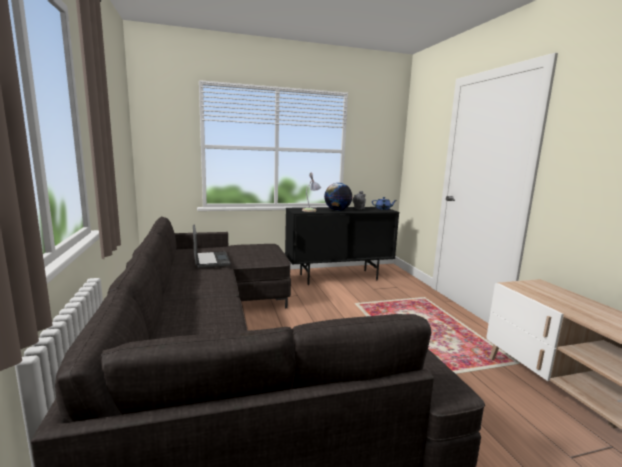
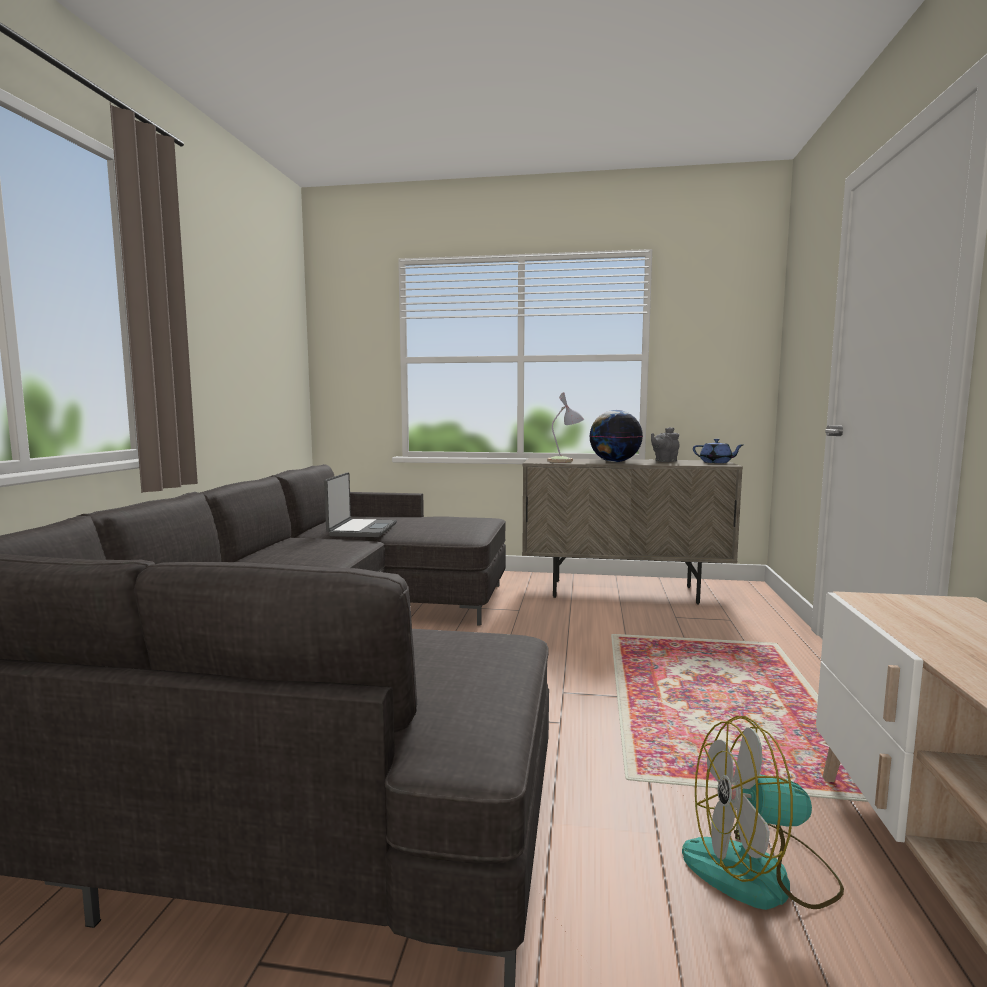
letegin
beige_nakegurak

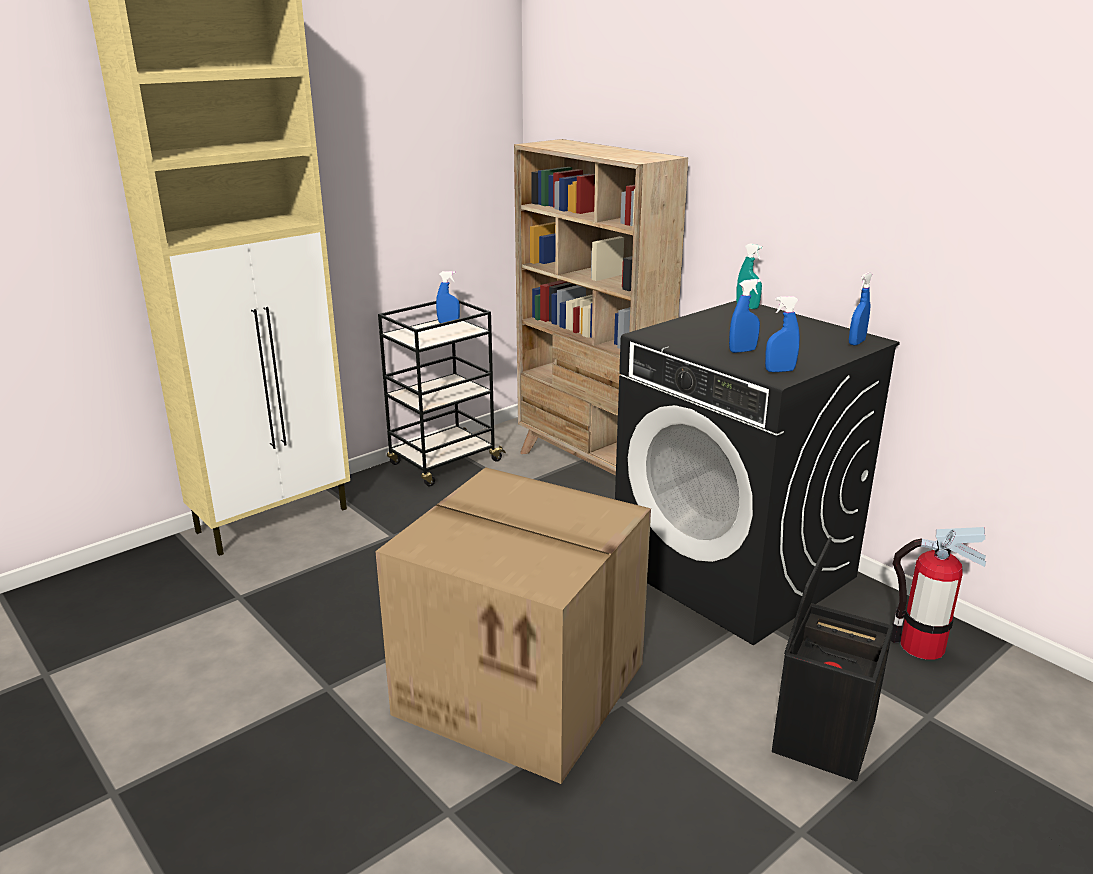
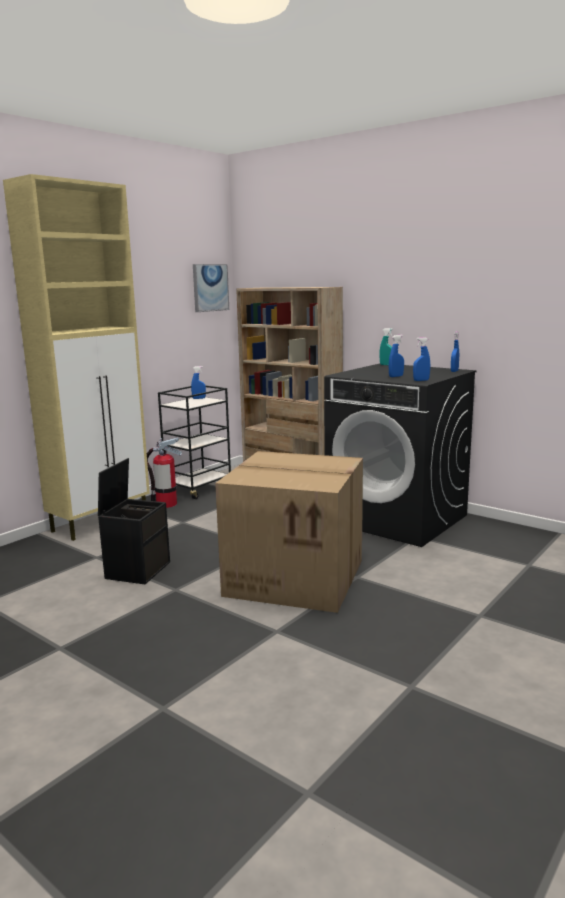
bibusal
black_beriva
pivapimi

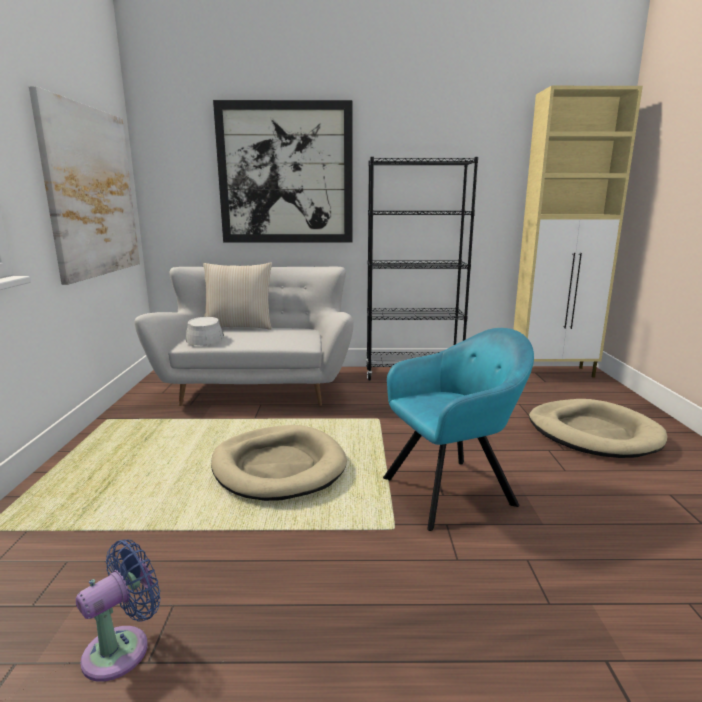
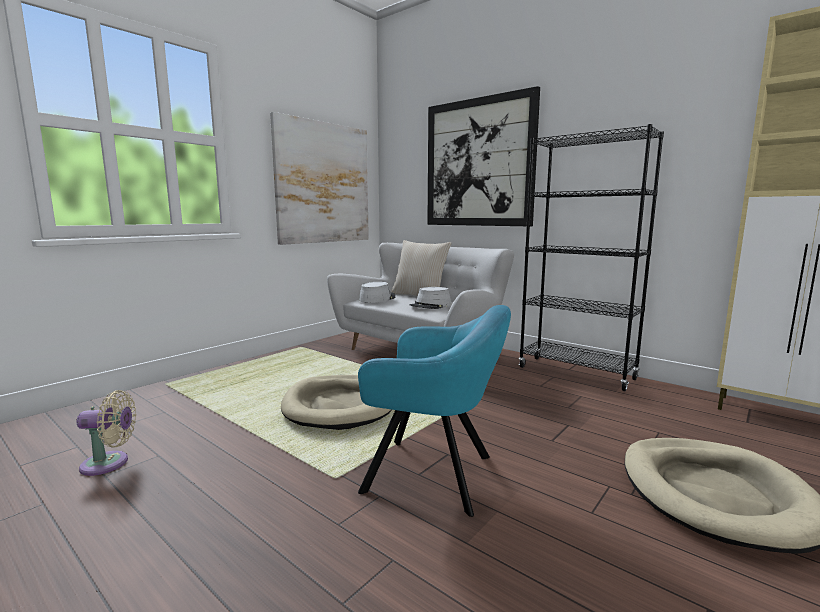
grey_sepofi (2nd from left)
beige_letegin

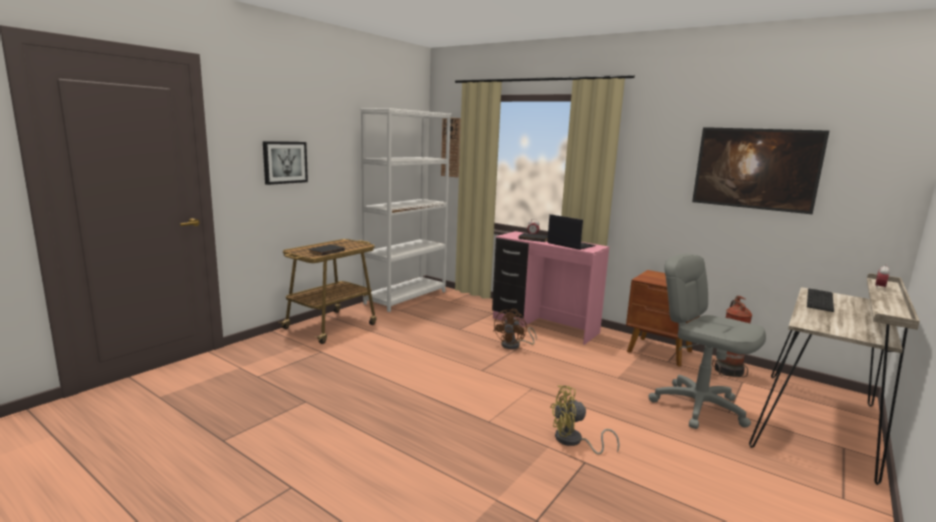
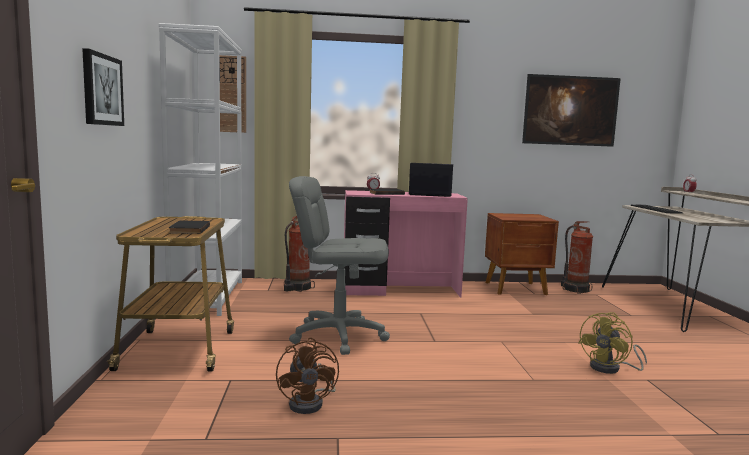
pivapimi (1st from left)
brown_letegin
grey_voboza

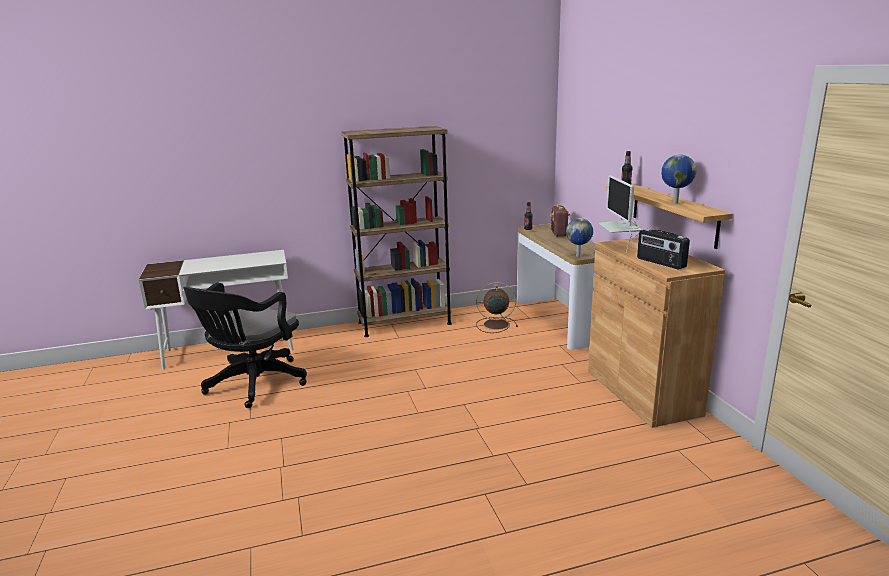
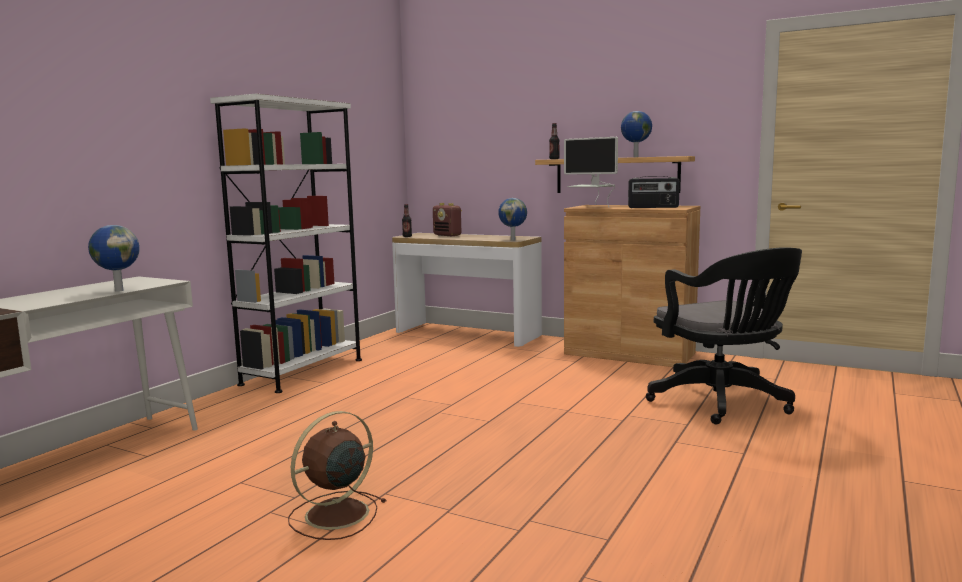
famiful (1st from left)
black_voboza
brown_letegin
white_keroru

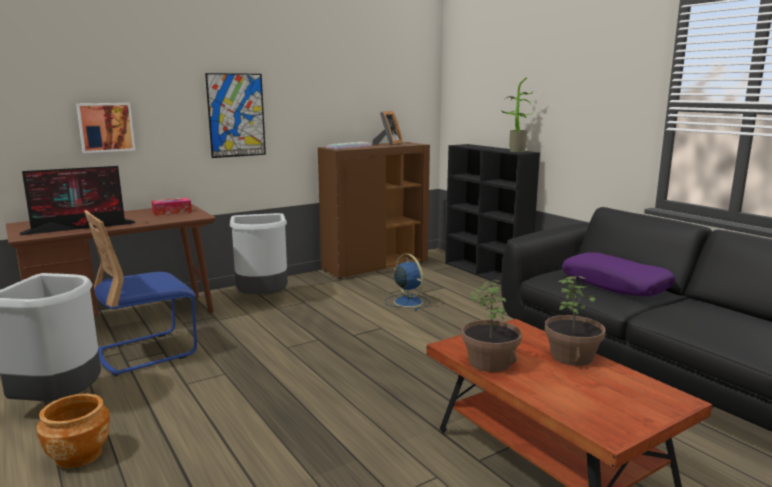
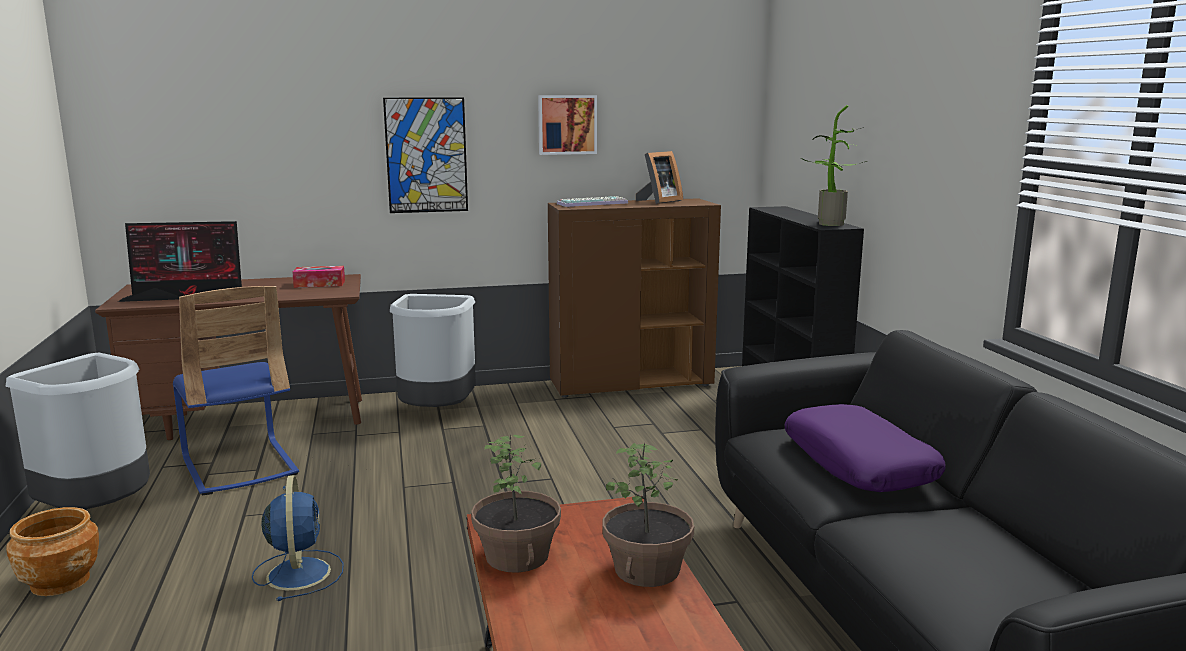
bibusal (2nd from left)
blue_letegin
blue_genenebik

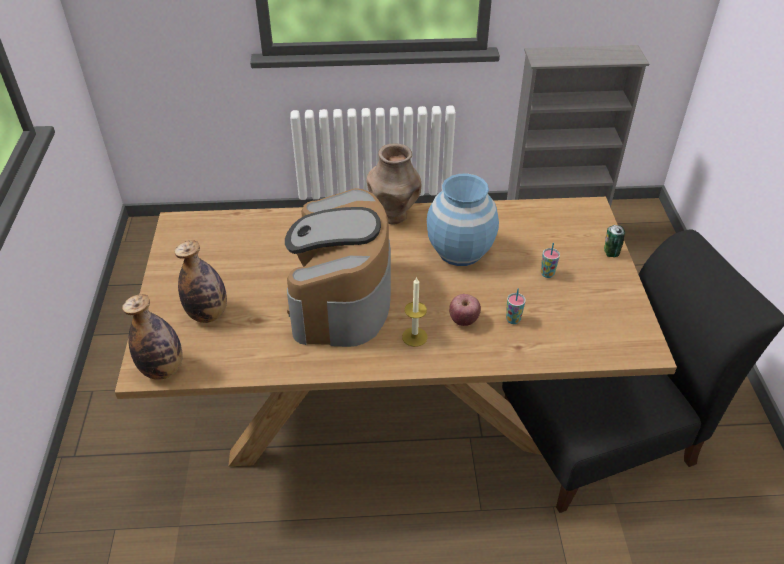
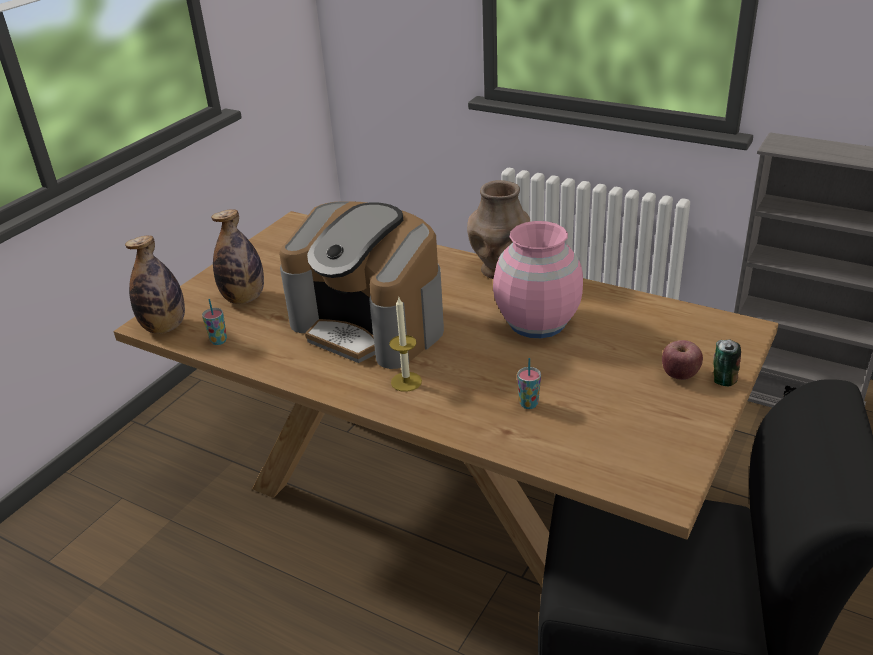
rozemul
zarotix (1st from left)
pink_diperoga
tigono

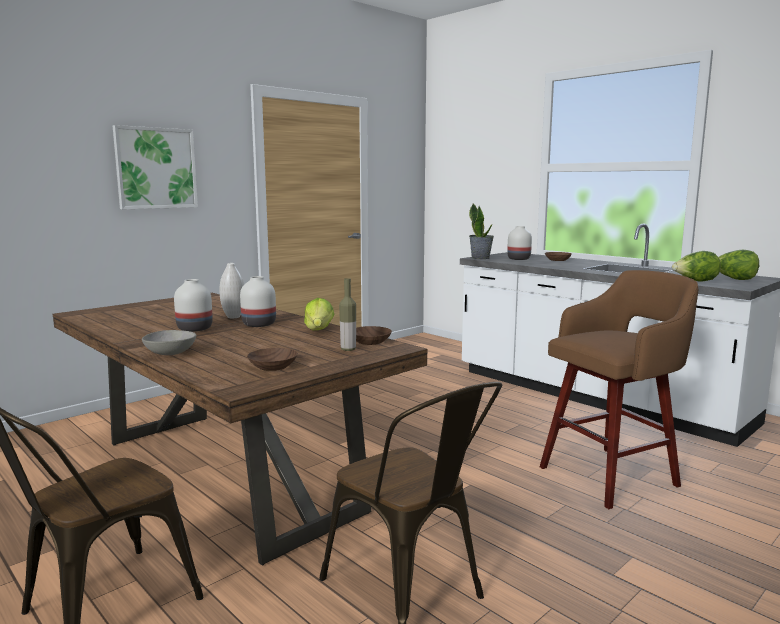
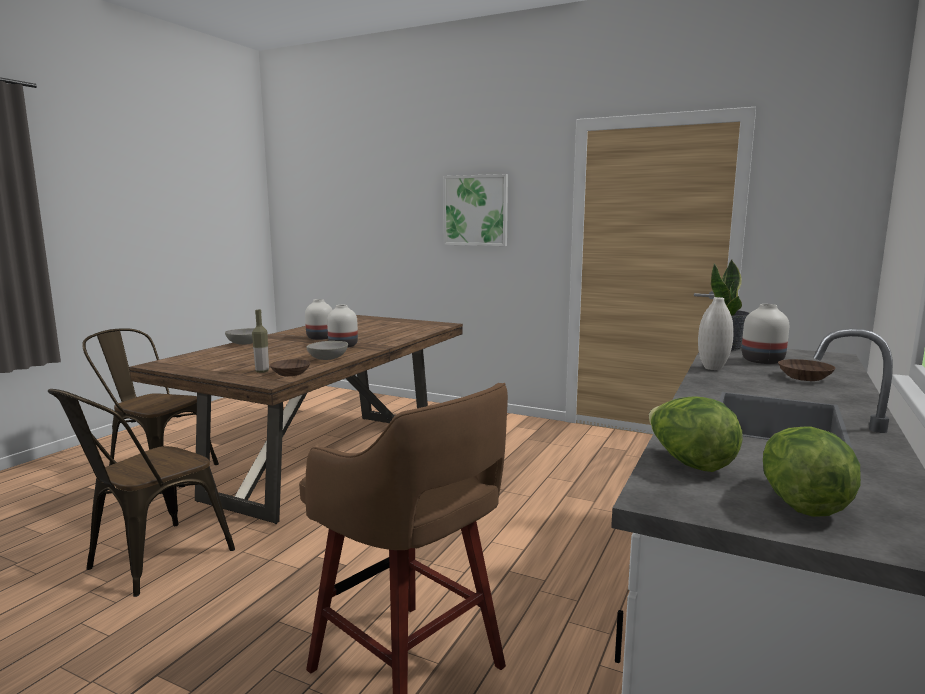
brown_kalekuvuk (1st from left in the first image)
white_diperoga (3rd from left)
grey_kalekuvuk (2nd from left)

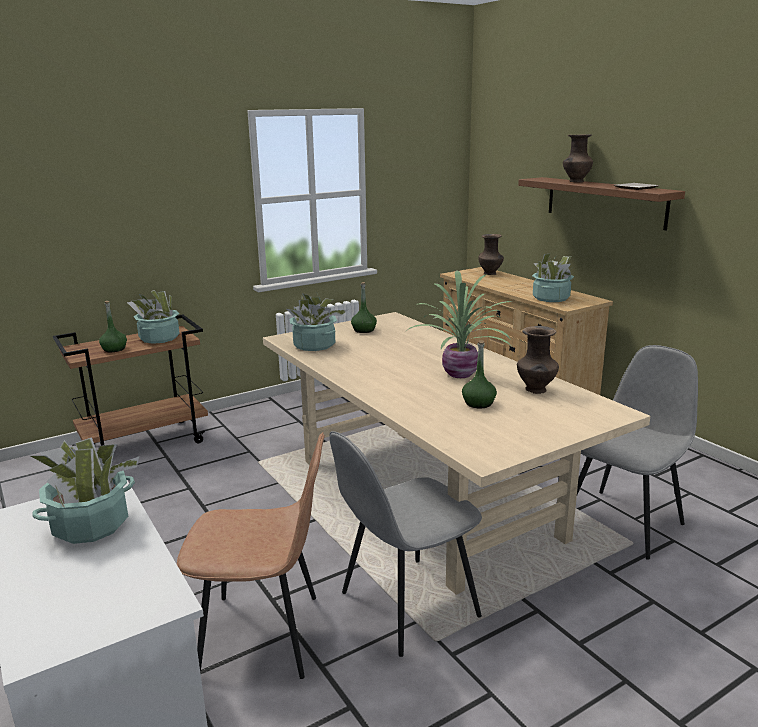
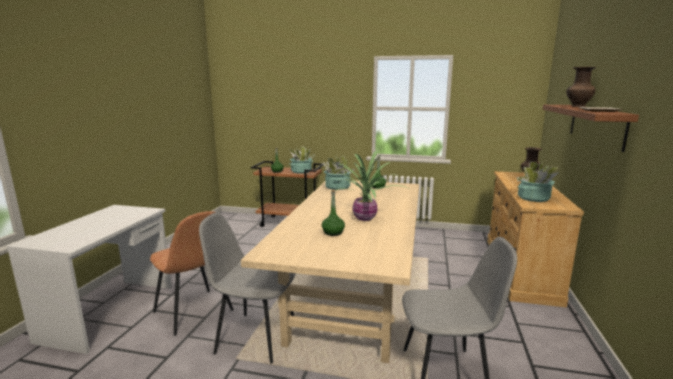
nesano (1st from left in the first image)
brown_diperoga (2nd from left in the first image)

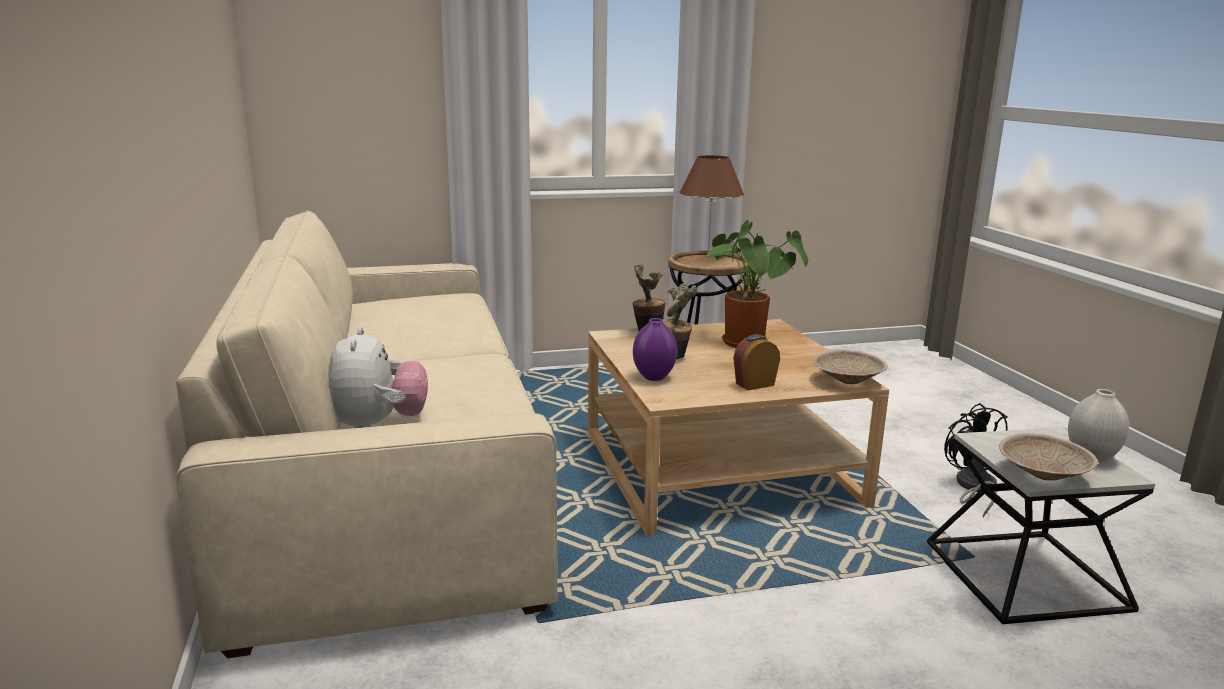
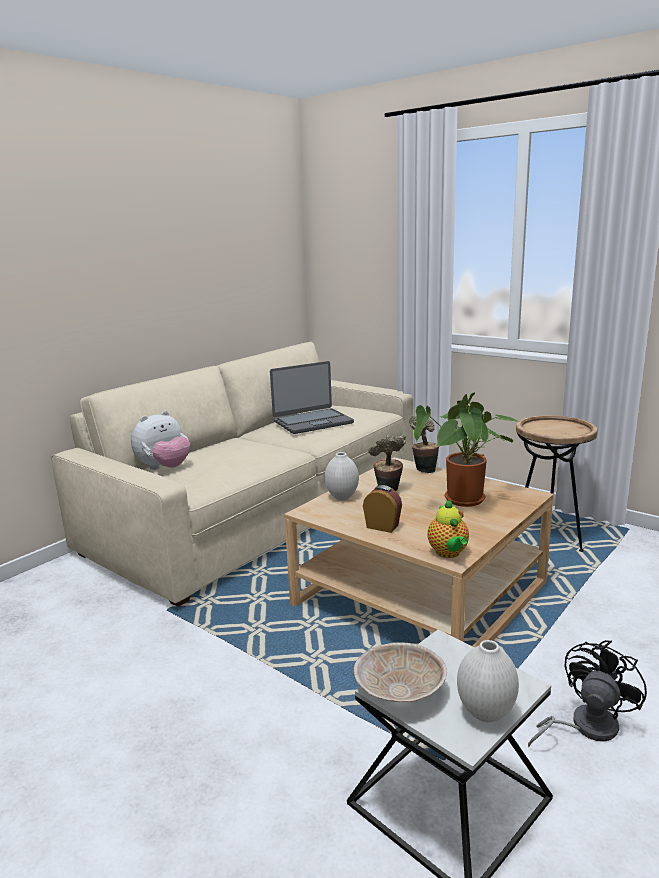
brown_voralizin
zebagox
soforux
white_diperoga (1st from left)

